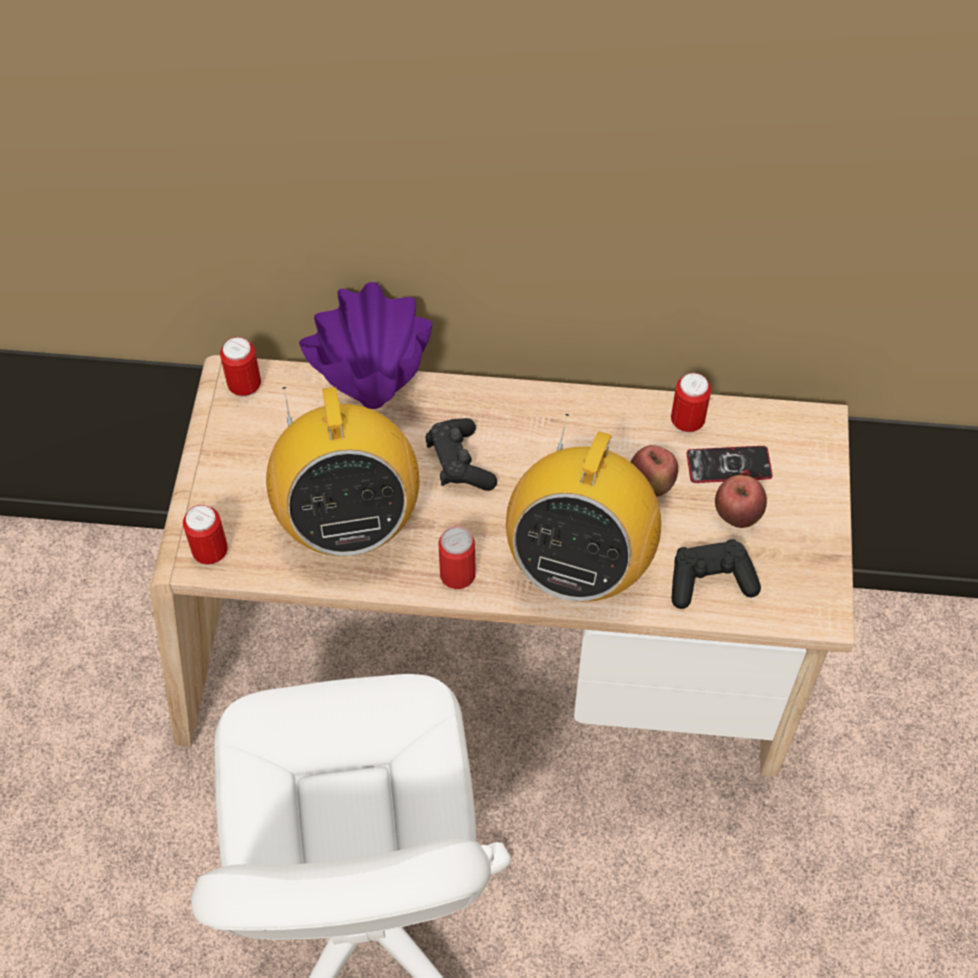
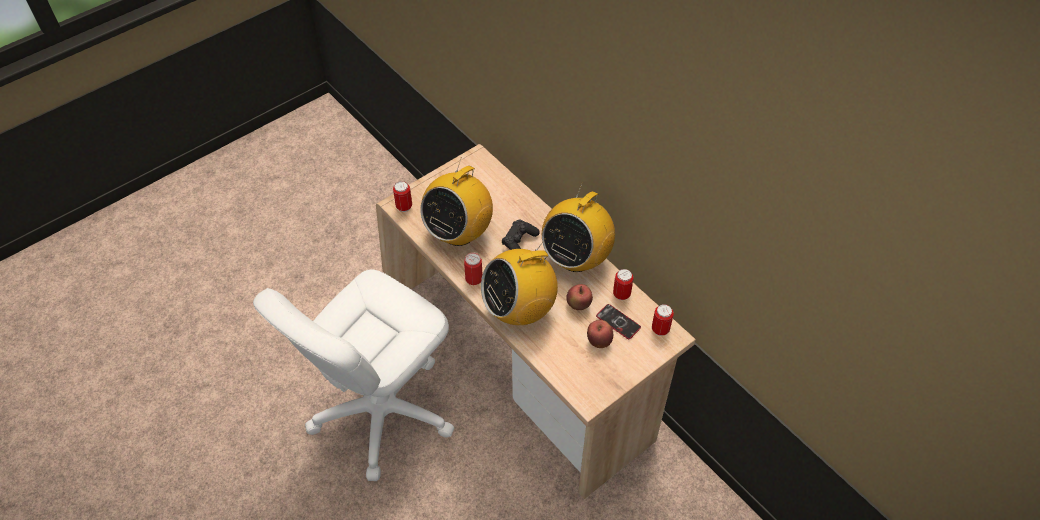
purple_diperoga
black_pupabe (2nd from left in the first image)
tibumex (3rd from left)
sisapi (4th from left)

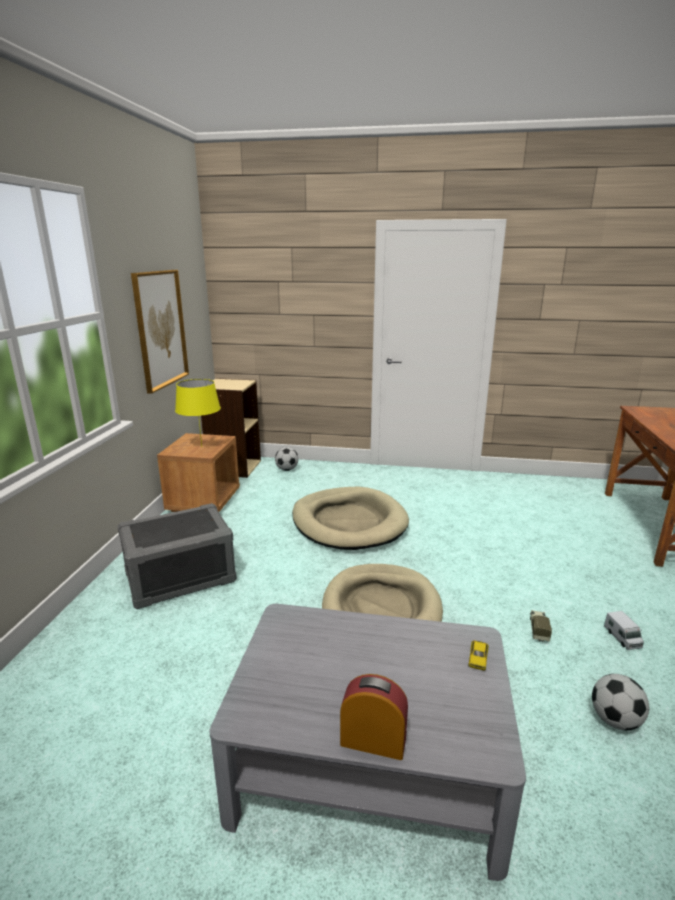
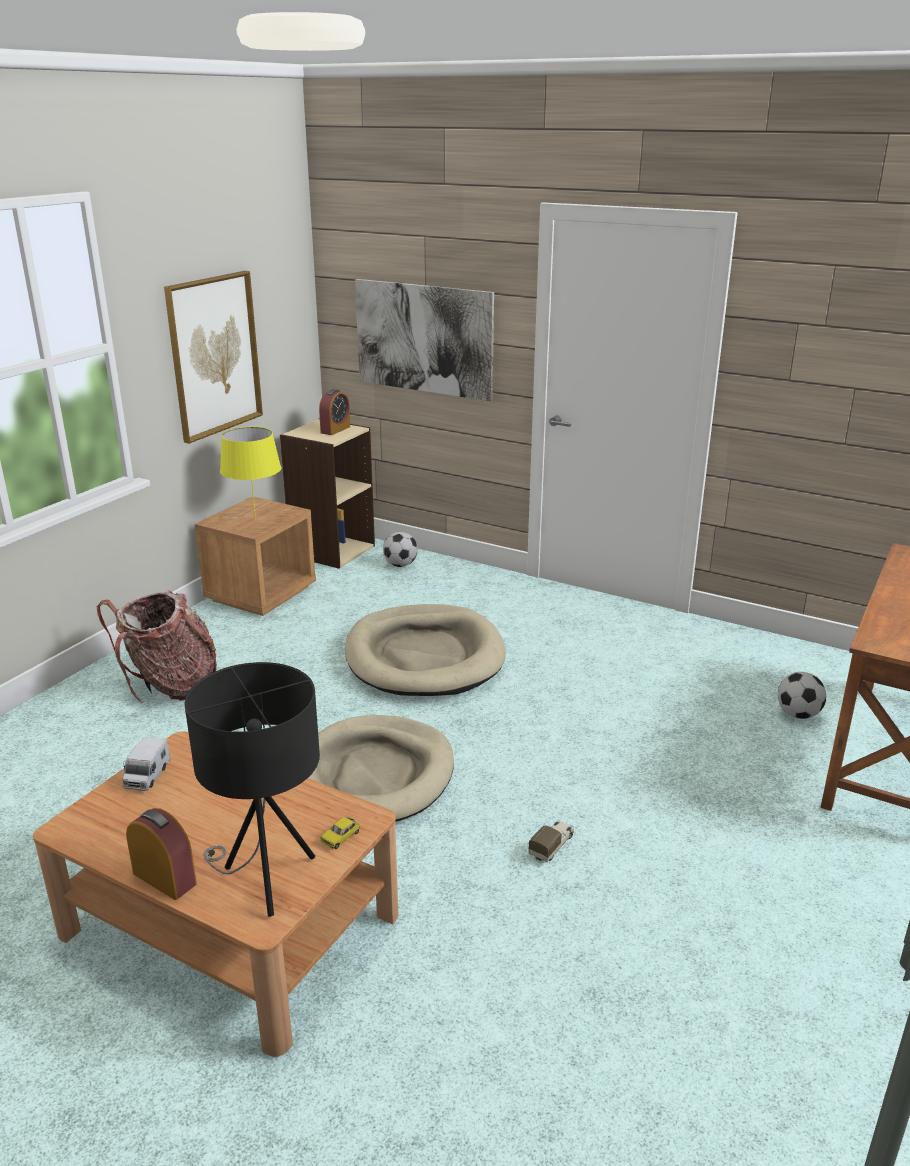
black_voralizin
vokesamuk (2nd from left)
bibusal (2nd from left)
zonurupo (2nd from left)
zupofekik (1st from left)
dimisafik
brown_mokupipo

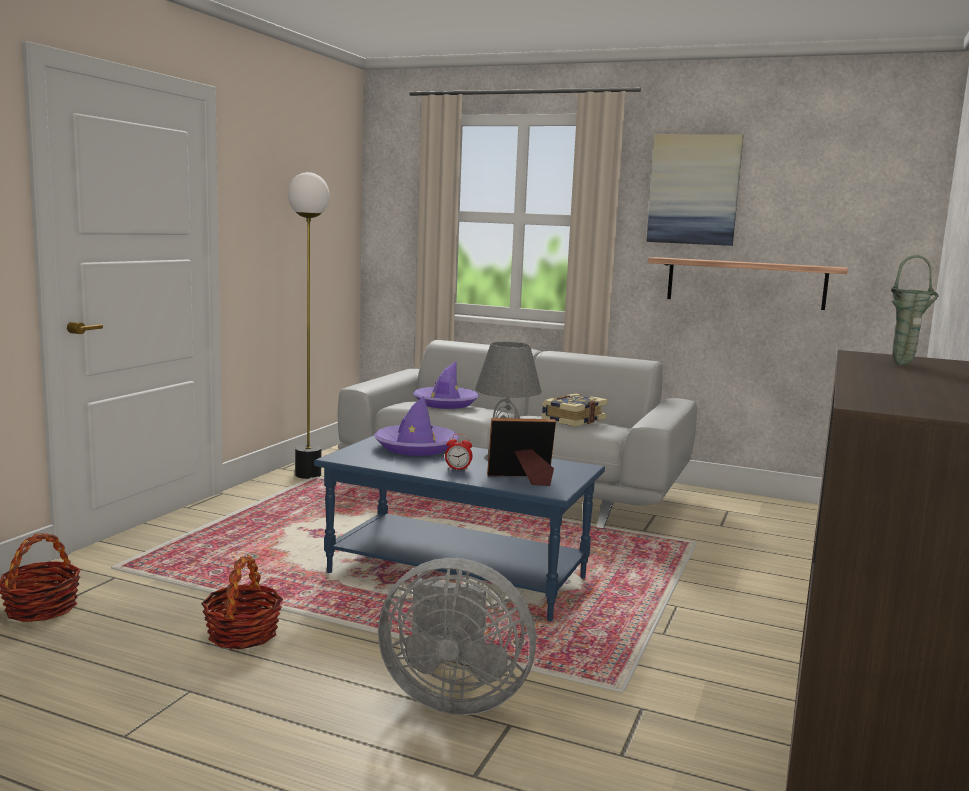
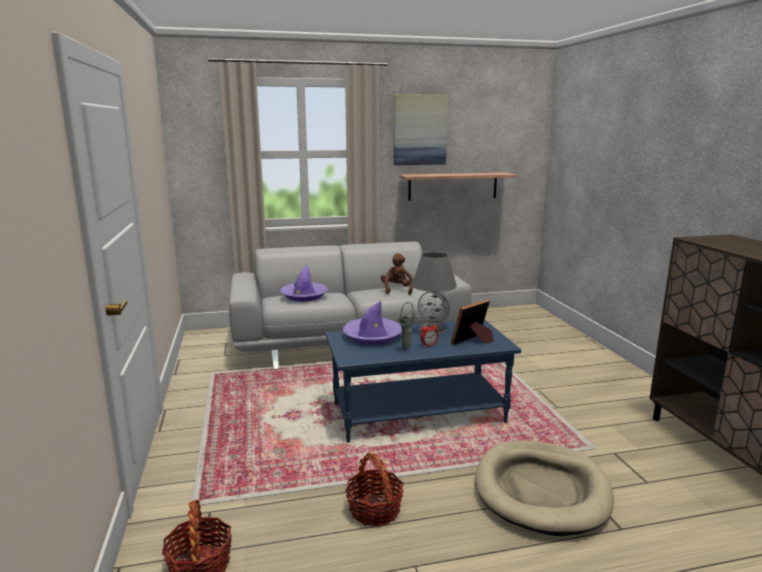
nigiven
green_diperoga
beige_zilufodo
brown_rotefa

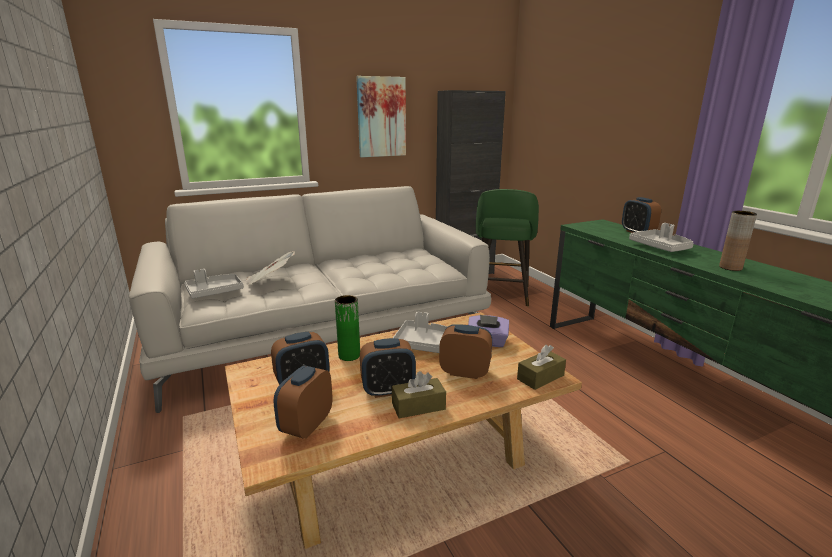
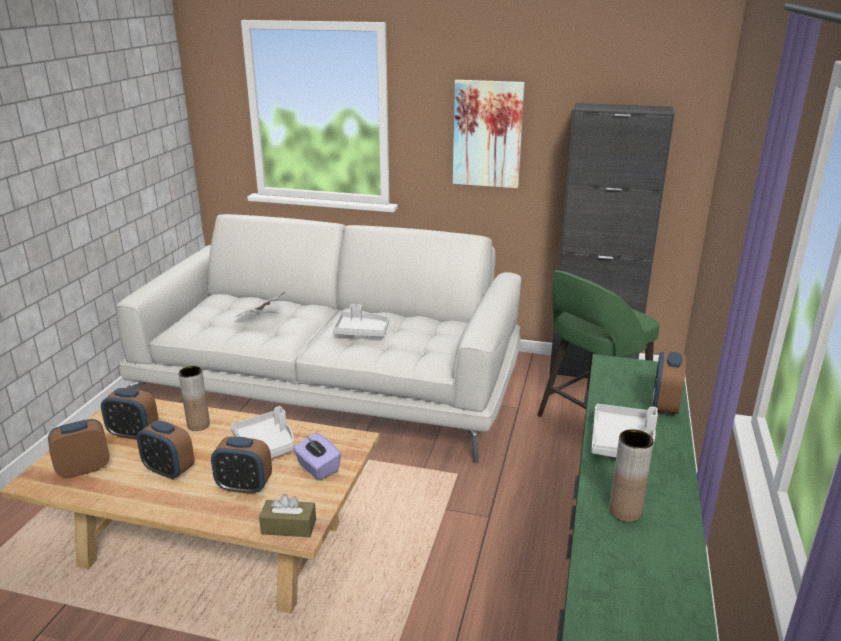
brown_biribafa (1st from left in the first image)
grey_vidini (2nd from left)
brown_diperoga (1st from left)
vokesamuk (4th from left)

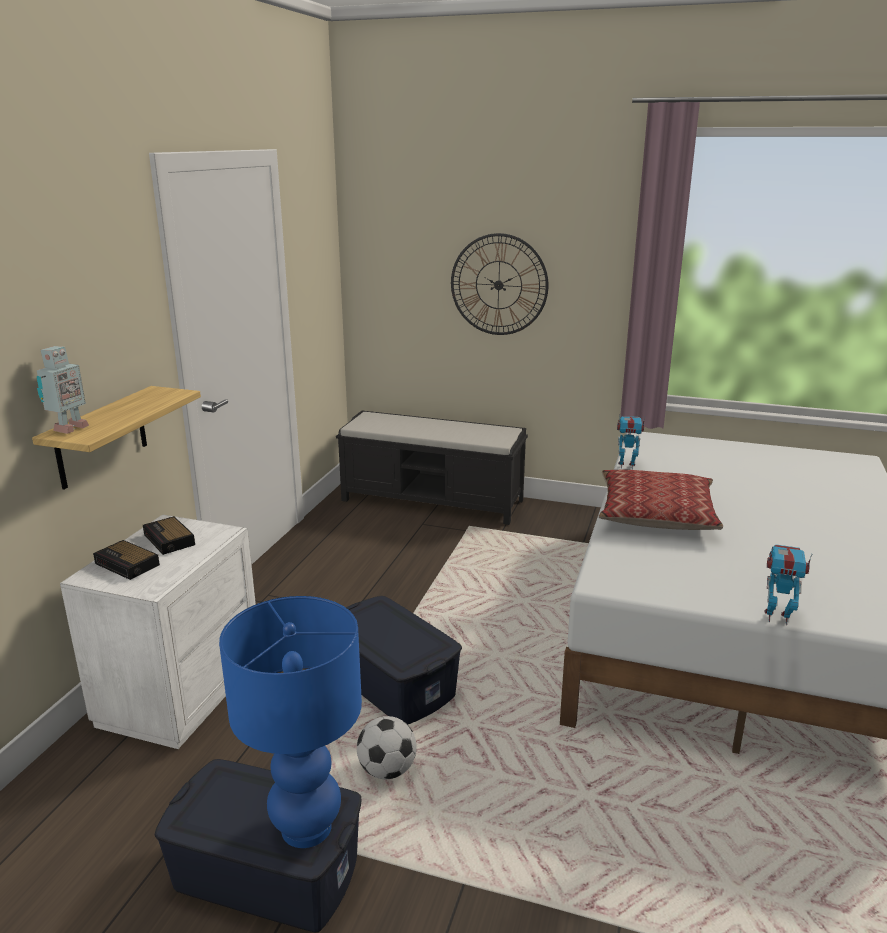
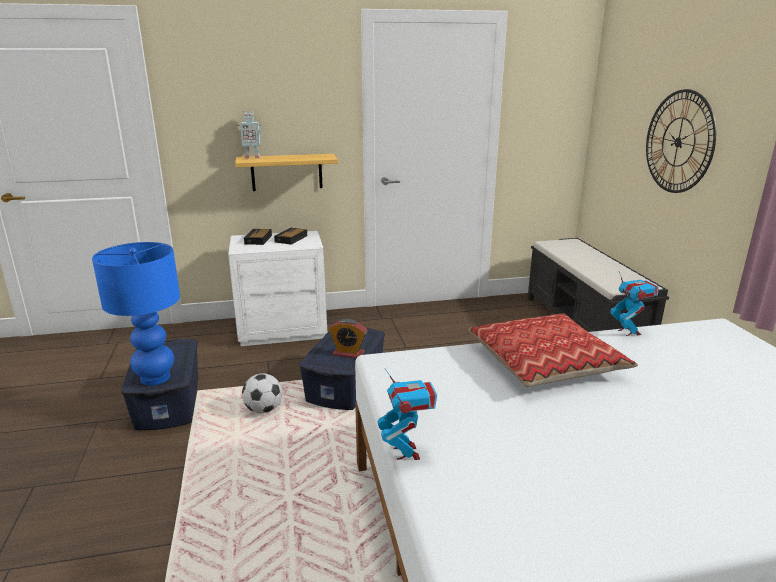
vokesamuk (3rd from left)

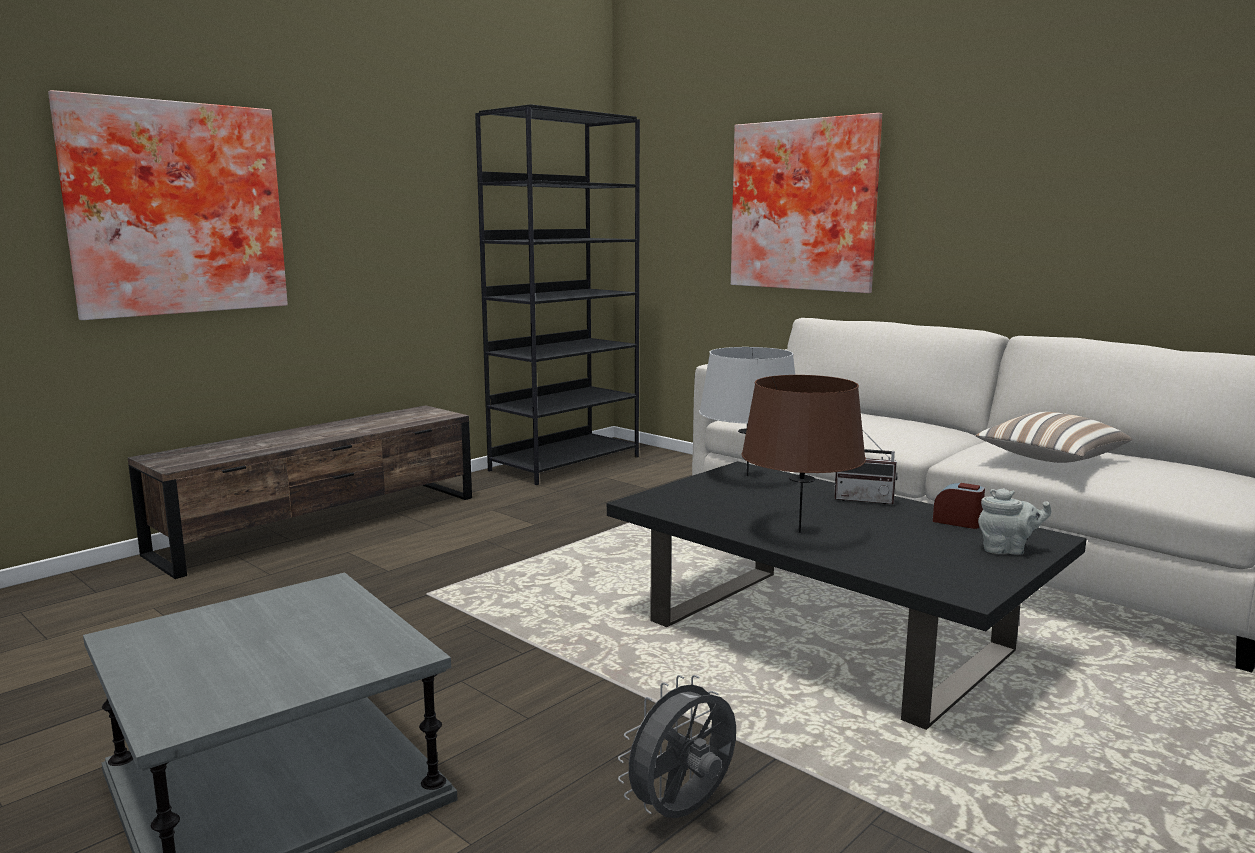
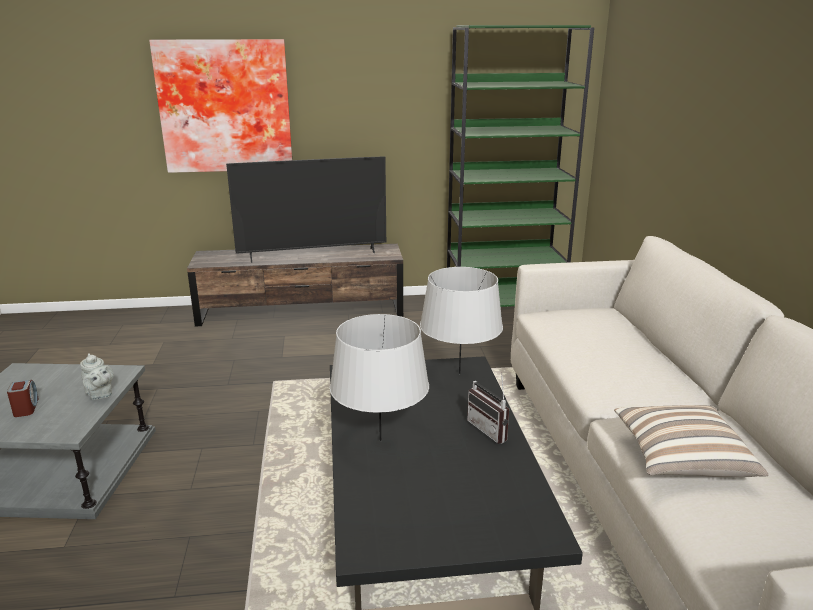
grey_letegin
bibusal (2nd from left in the first image)
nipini
vokesamuk
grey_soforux
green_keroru
grey_voralizin (1st from left)

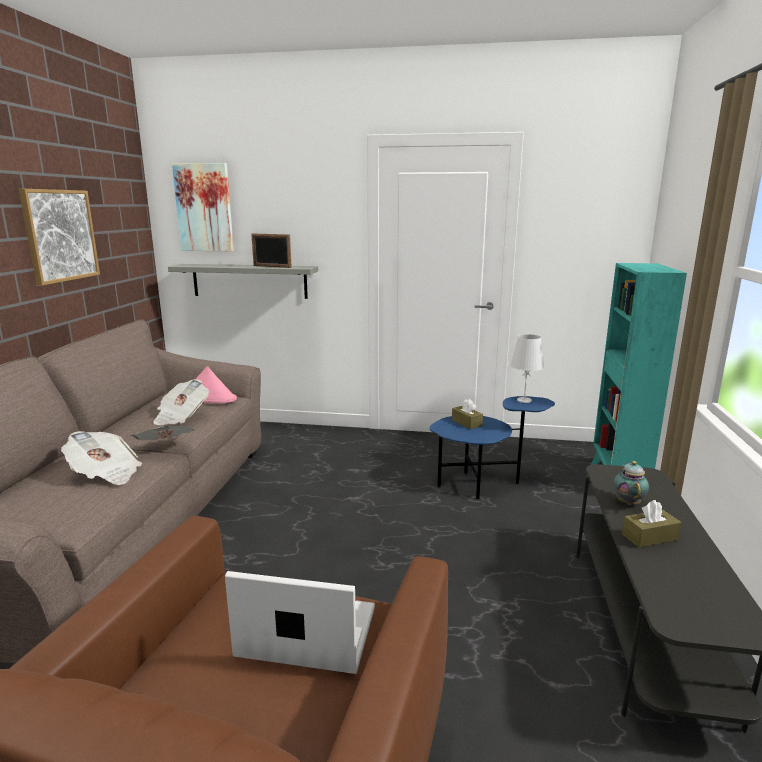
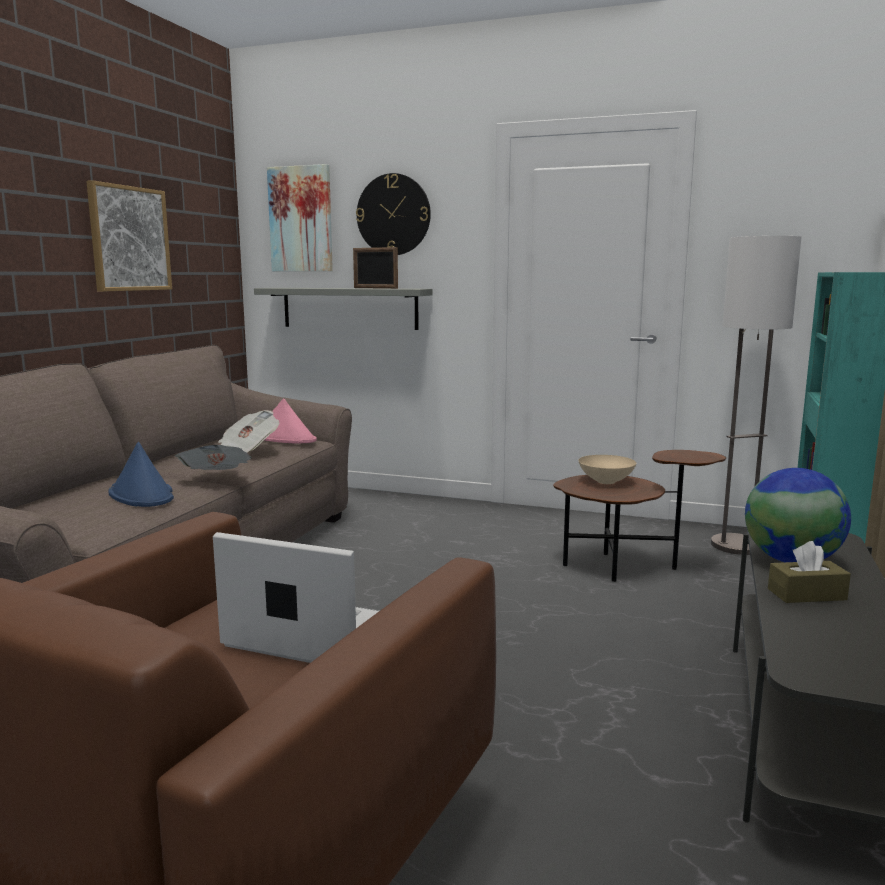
white_voralizin
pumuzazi
nigiven
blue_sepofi
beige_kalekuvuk
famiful
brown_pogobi

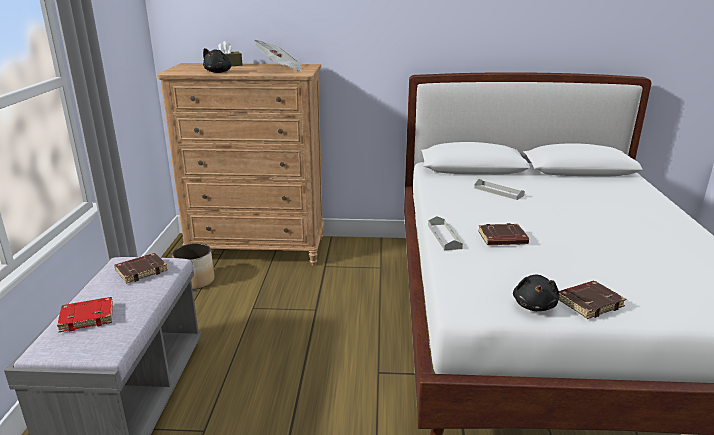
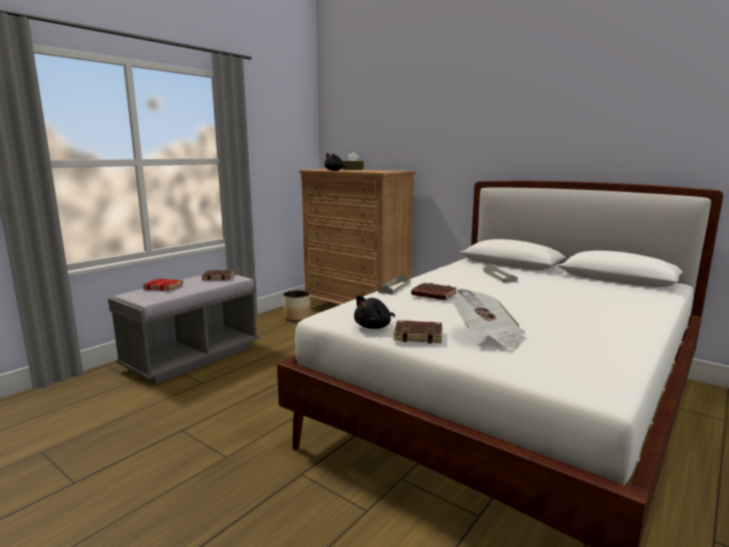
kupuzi

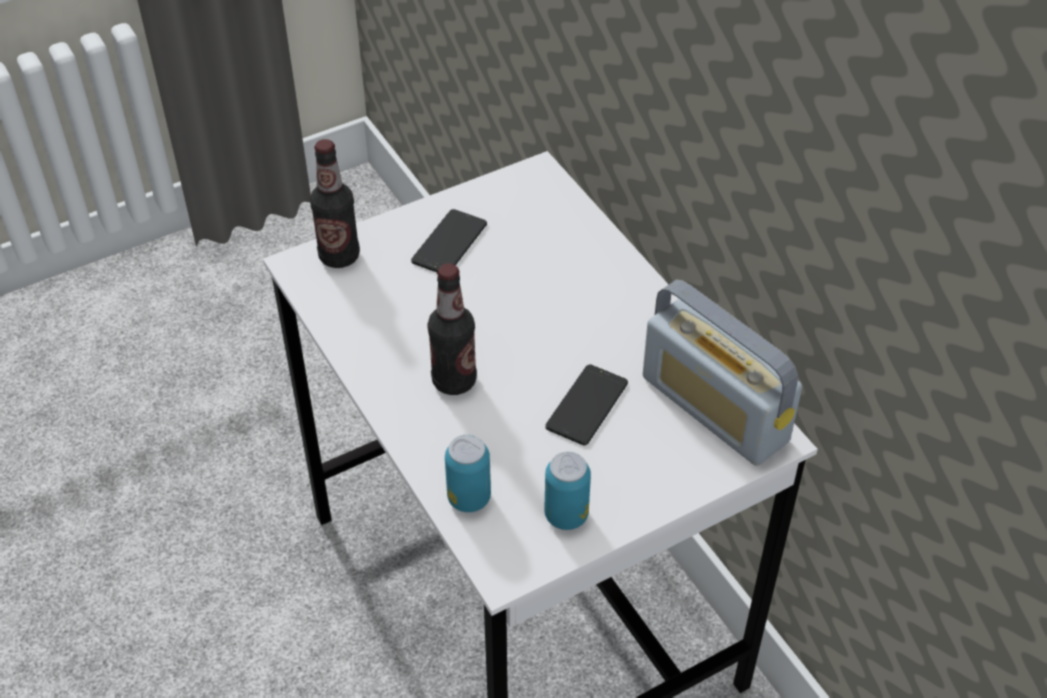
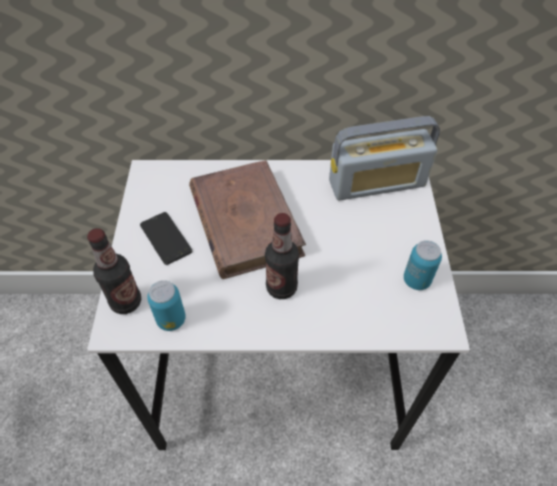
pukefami (2nd from left in the first image)
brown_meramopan
sisapi (1st from left)

